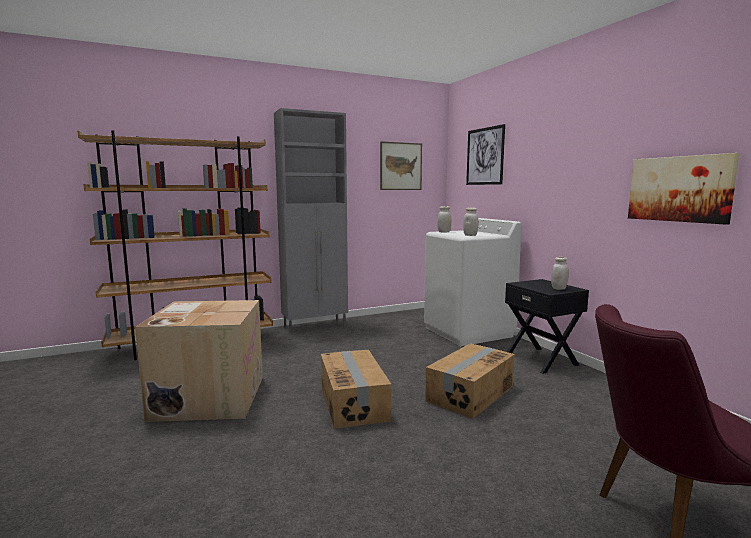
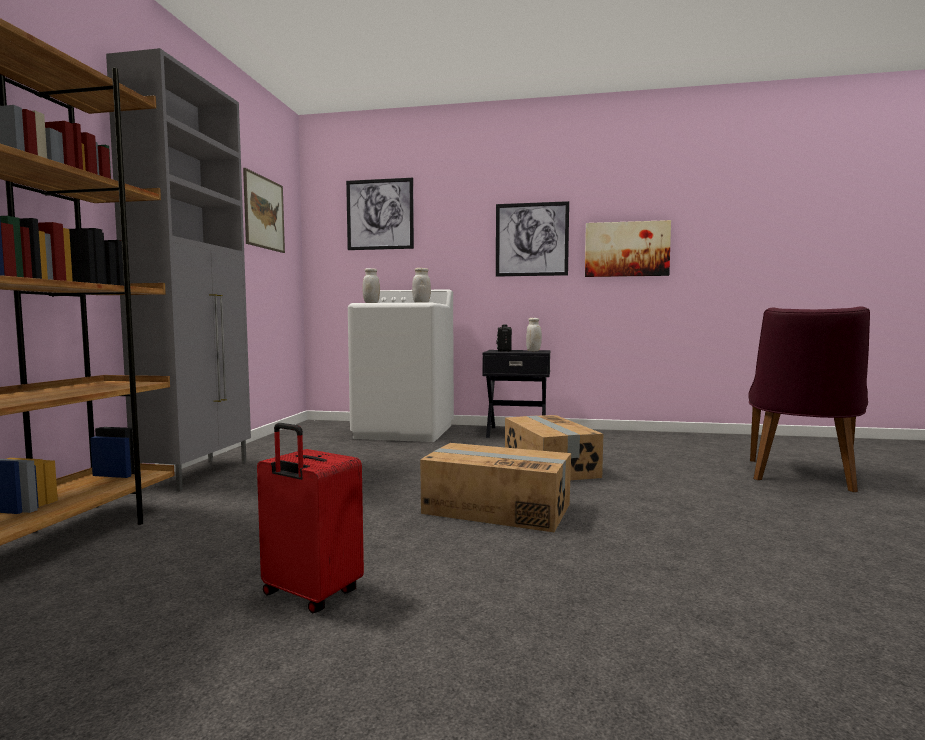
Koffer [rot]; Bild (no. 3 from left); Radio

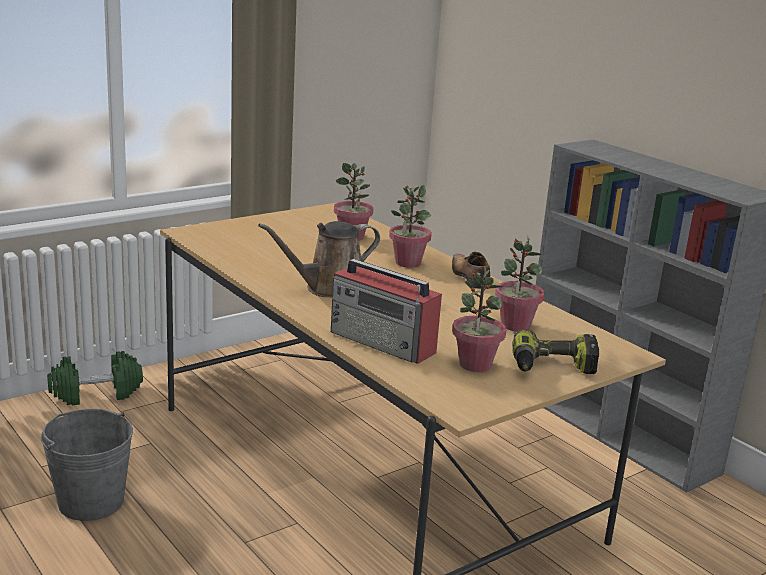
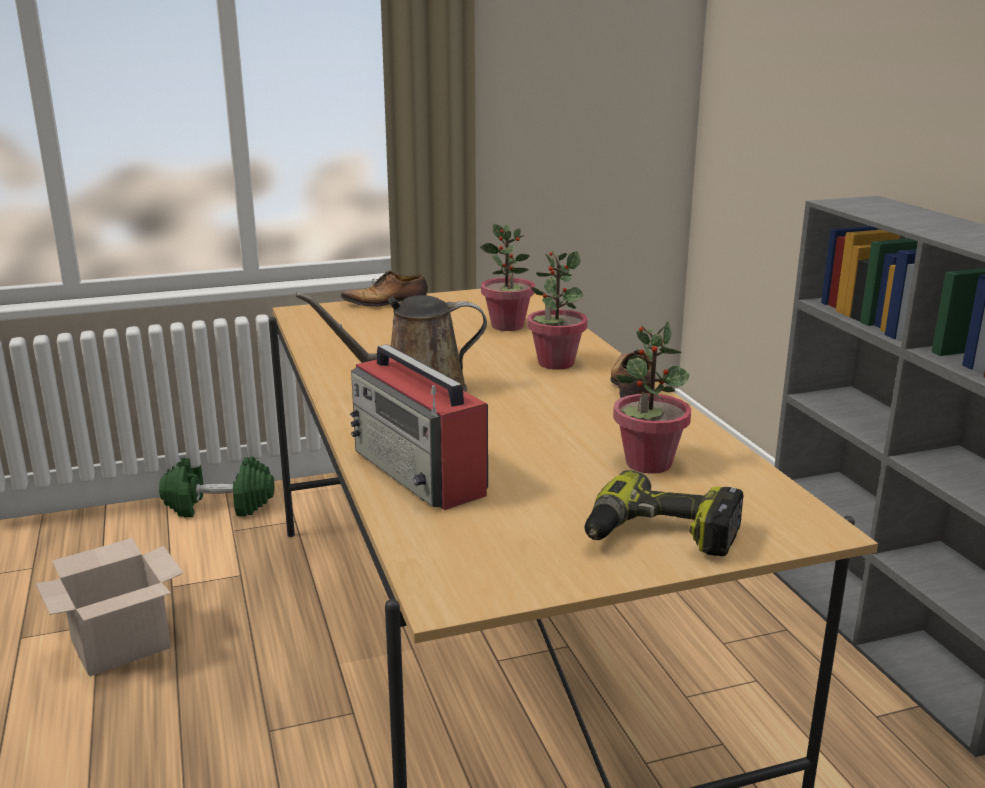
Karton; Schuh (no. 1 from left); Topfpflanze (no. 3 from left in the first image)

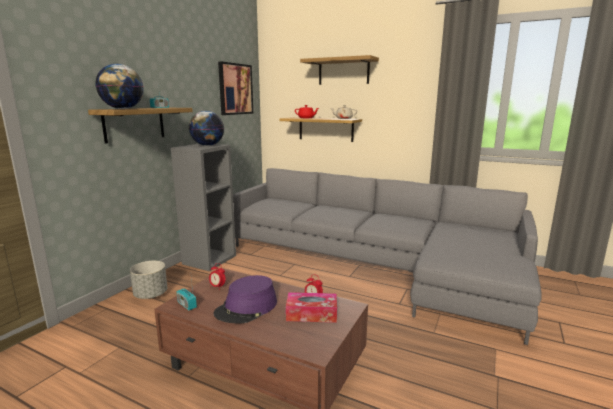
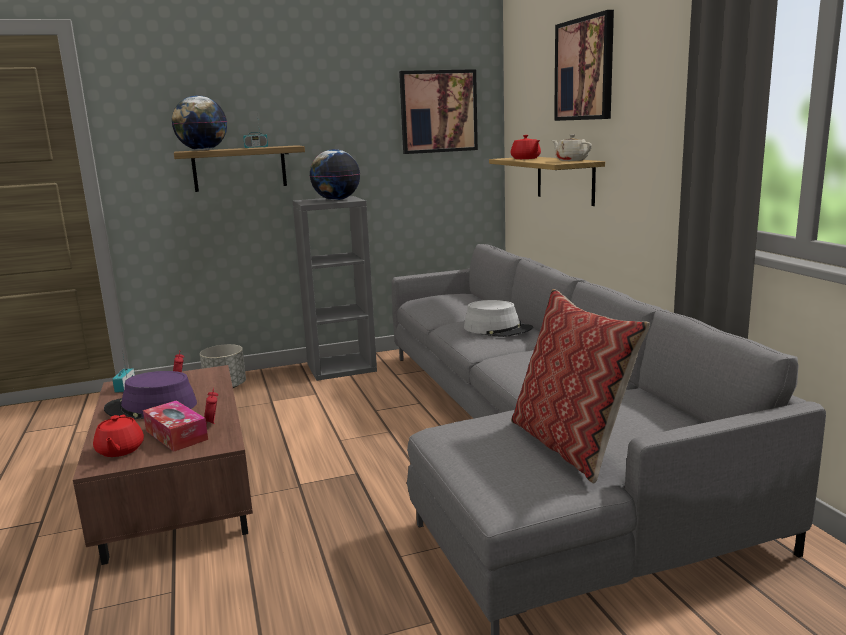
Teekanne [rot] (no. 1 from left); Hut [grau]; Kissen; Bild (no. 2 from left)

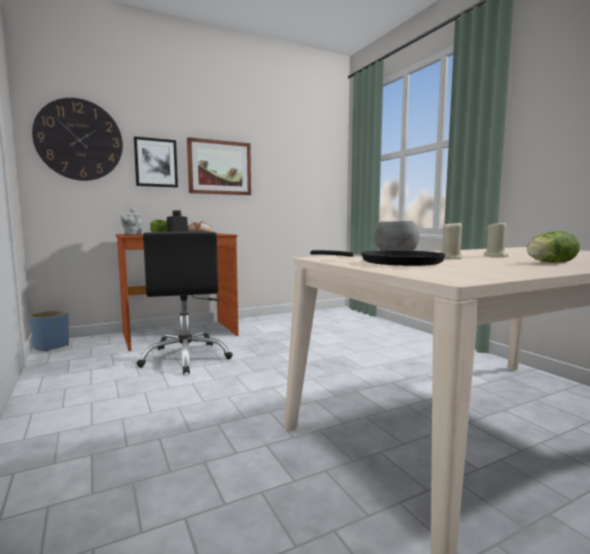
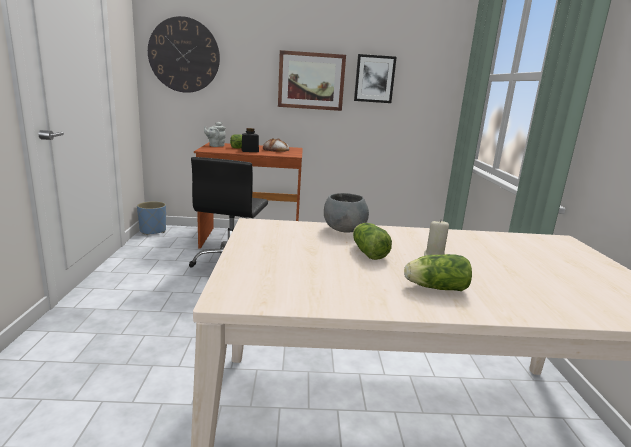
Salatkopf (no. 2 from left); Bild (no. 2 from left); Pfanne [schwarz]

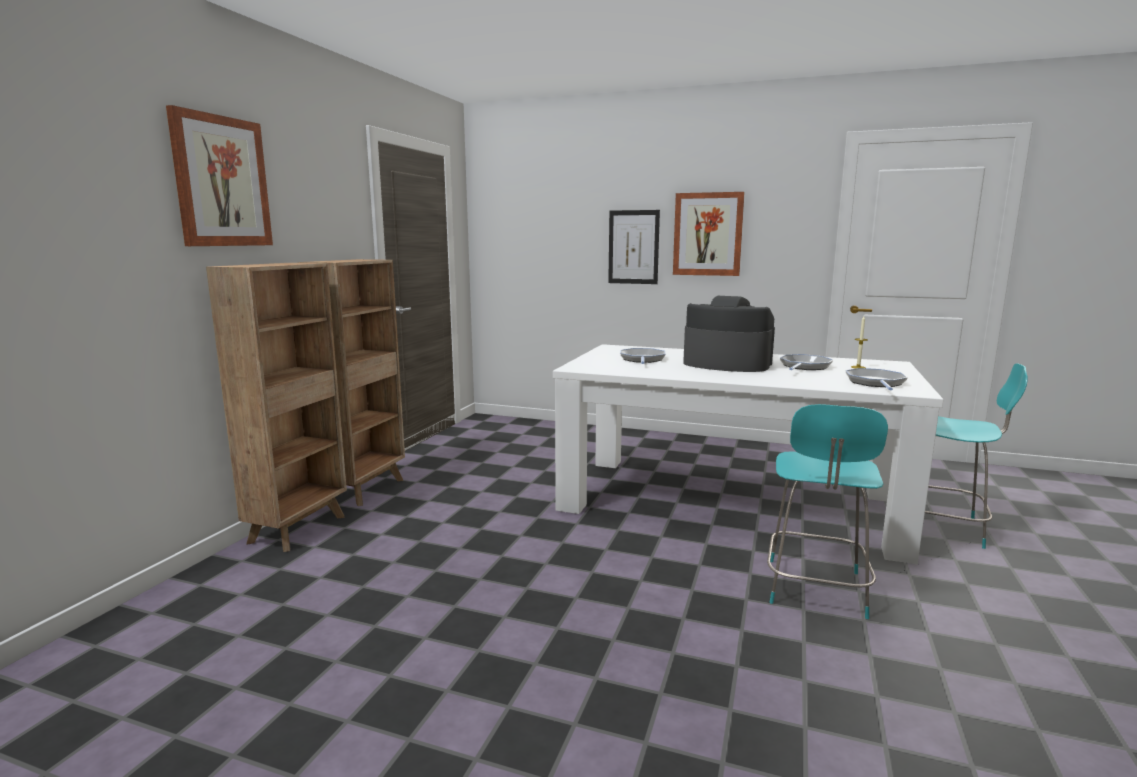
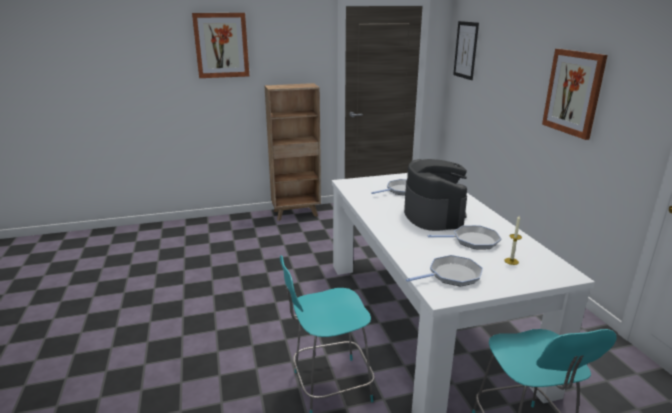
Bild (no. 2 from left); Bücherregal [braun] (no. 1 from left in the first image)

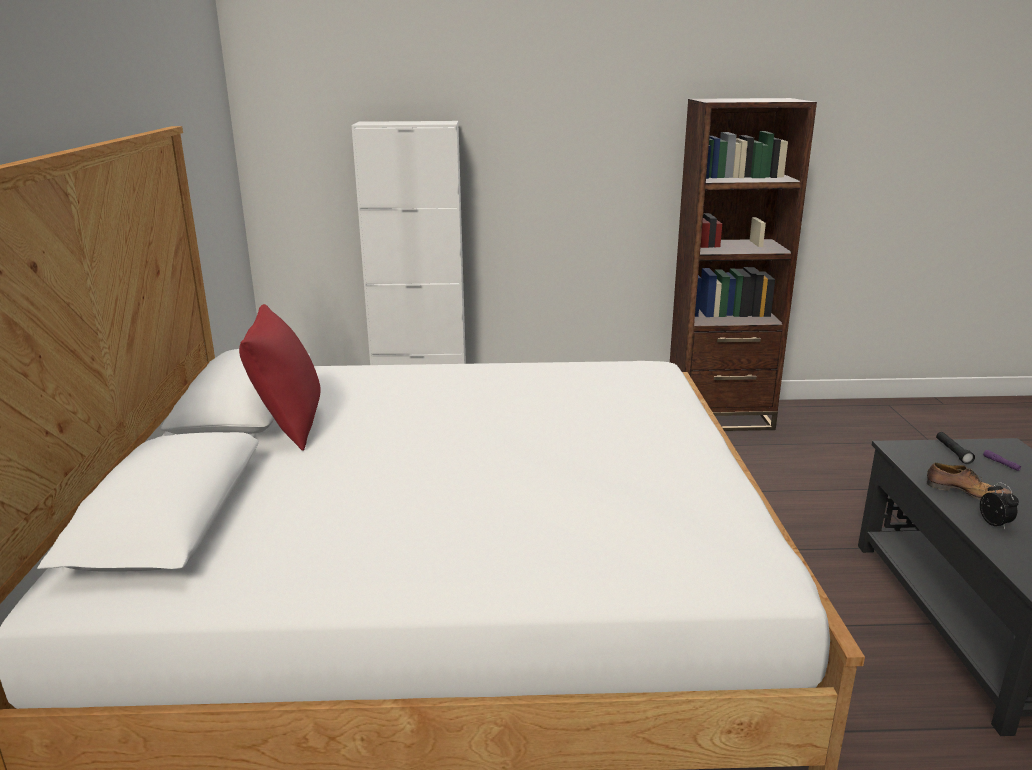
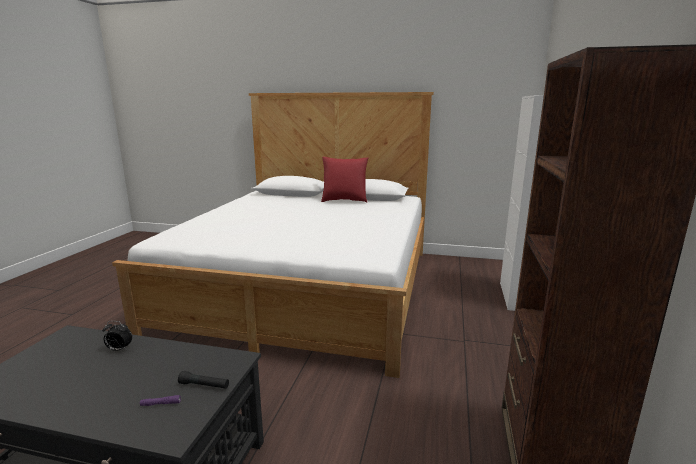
Schuh

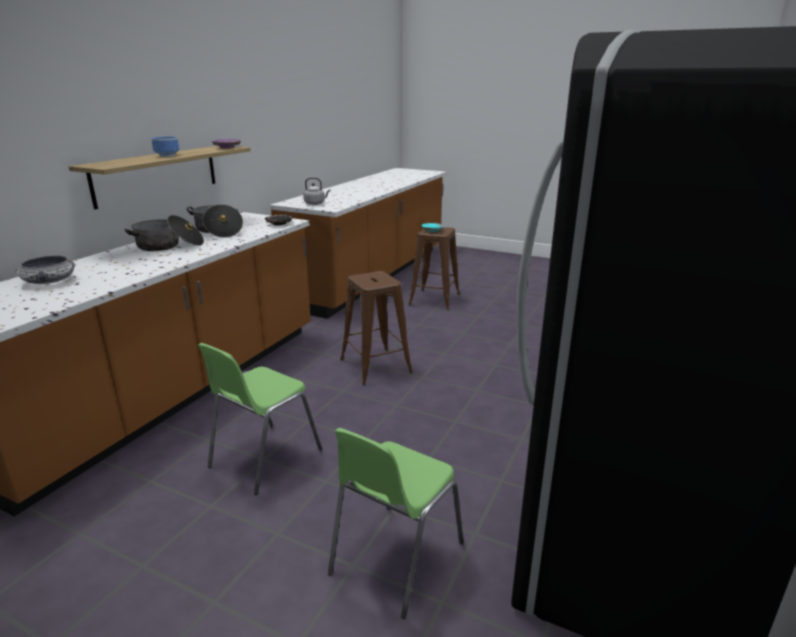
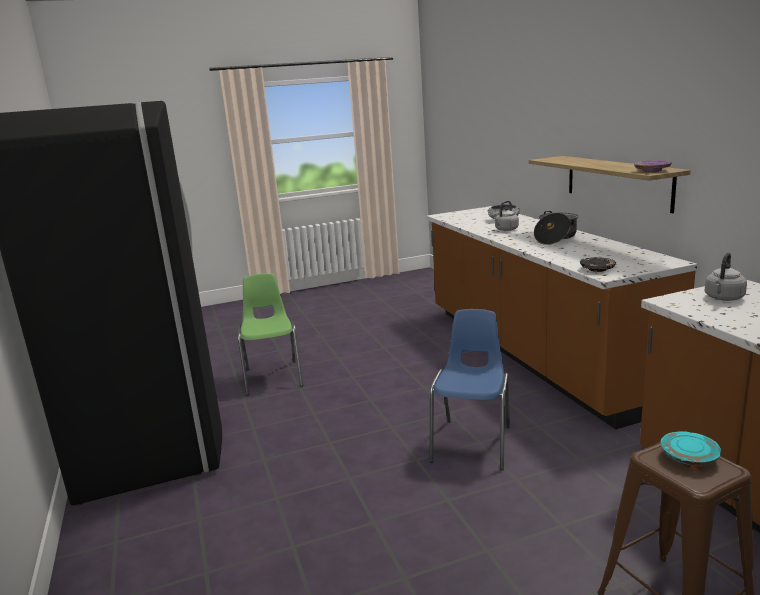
Stuhl [blau]; Wasserkessel [grau] (no. 1 from left); Schüssel (no. 2 from left in the first image); Kochtopf (no. 2 from left in the first image); Stuhl [grün] (no. 1 from left in the first image)

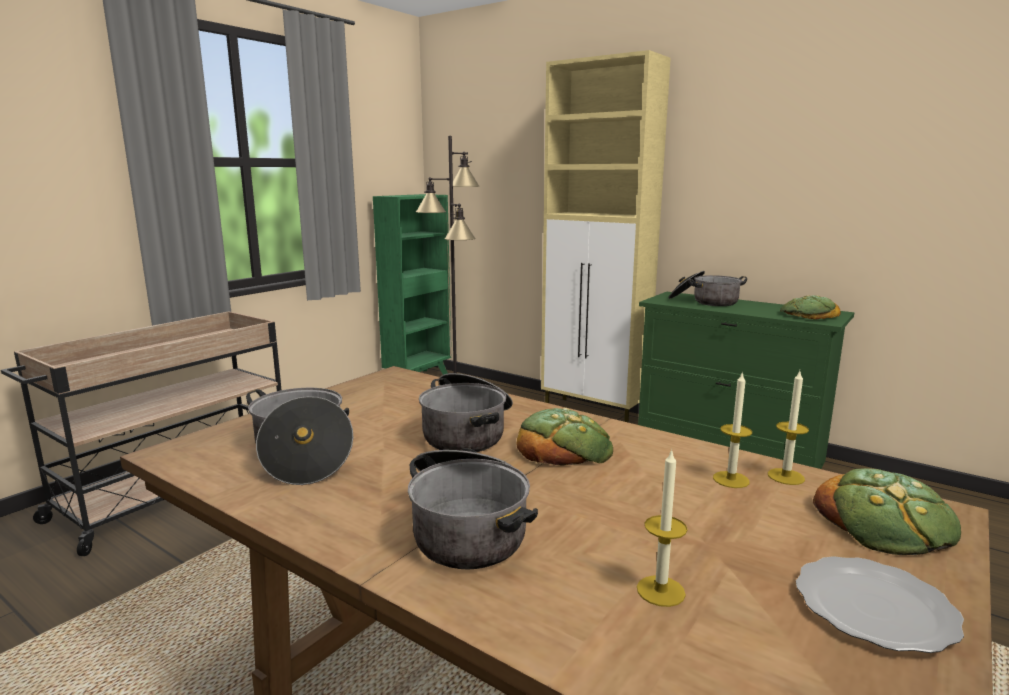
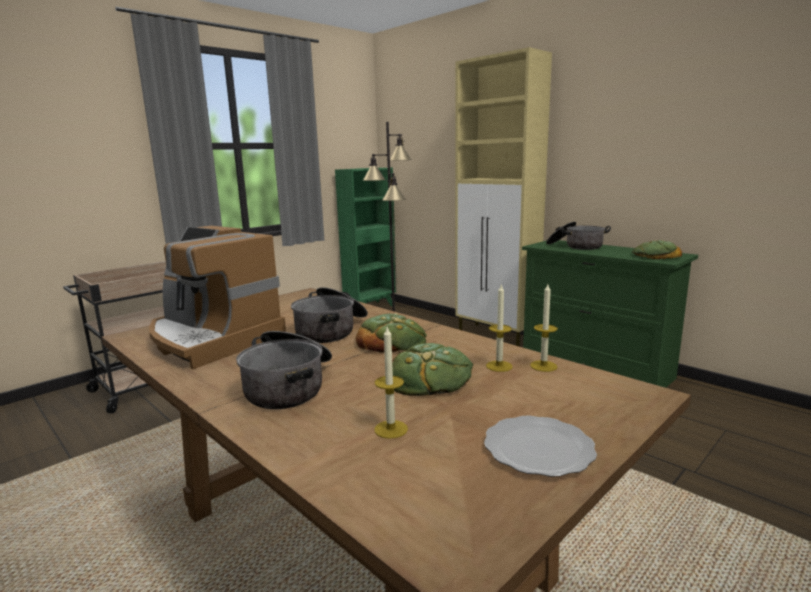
Kaffeemaschine; Brot (no. 2 from left)

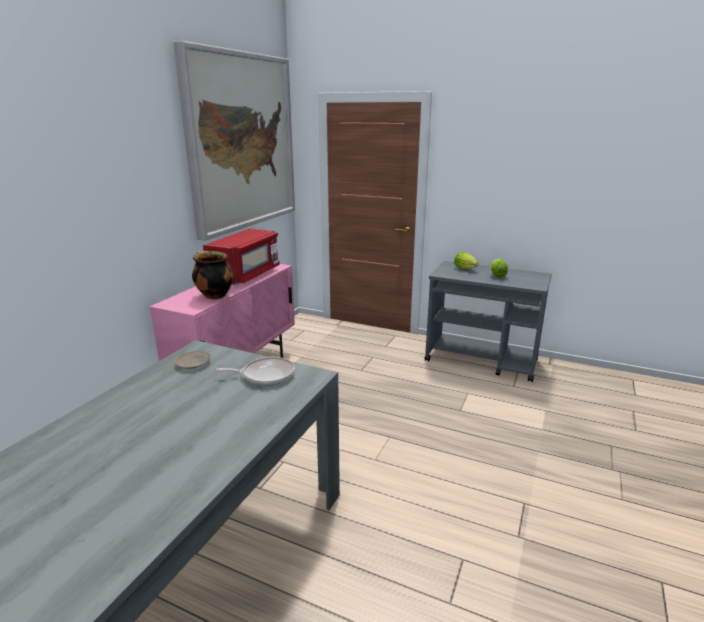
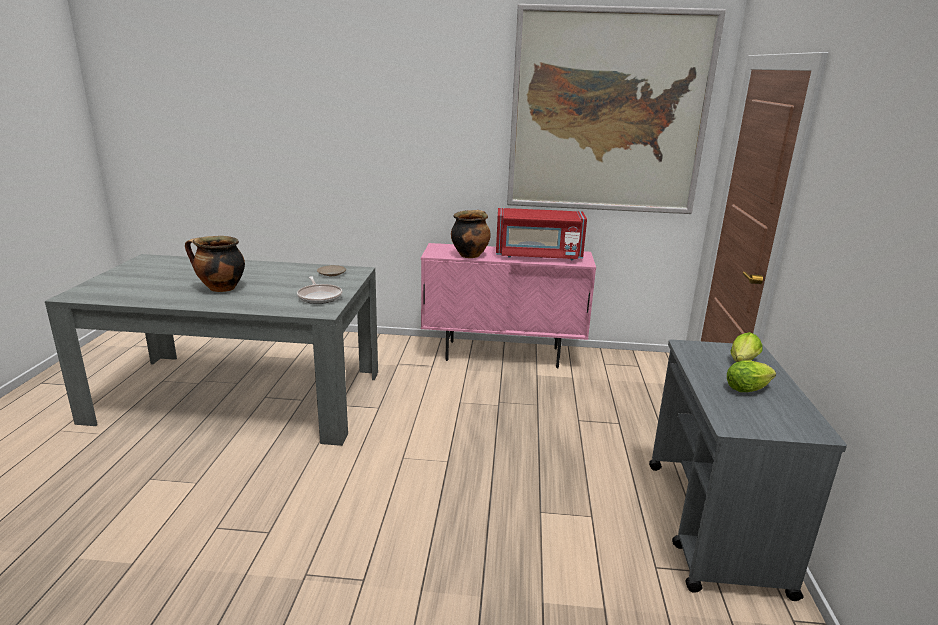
Kochtopf (no. 1 from left)

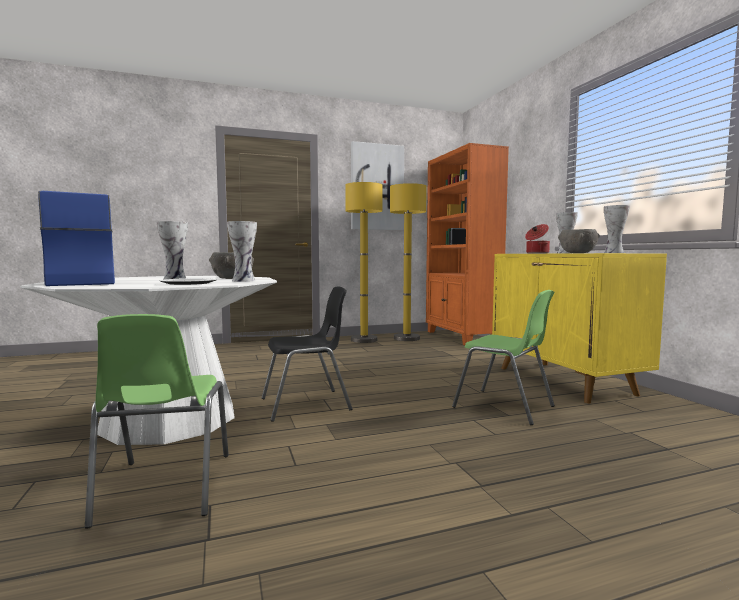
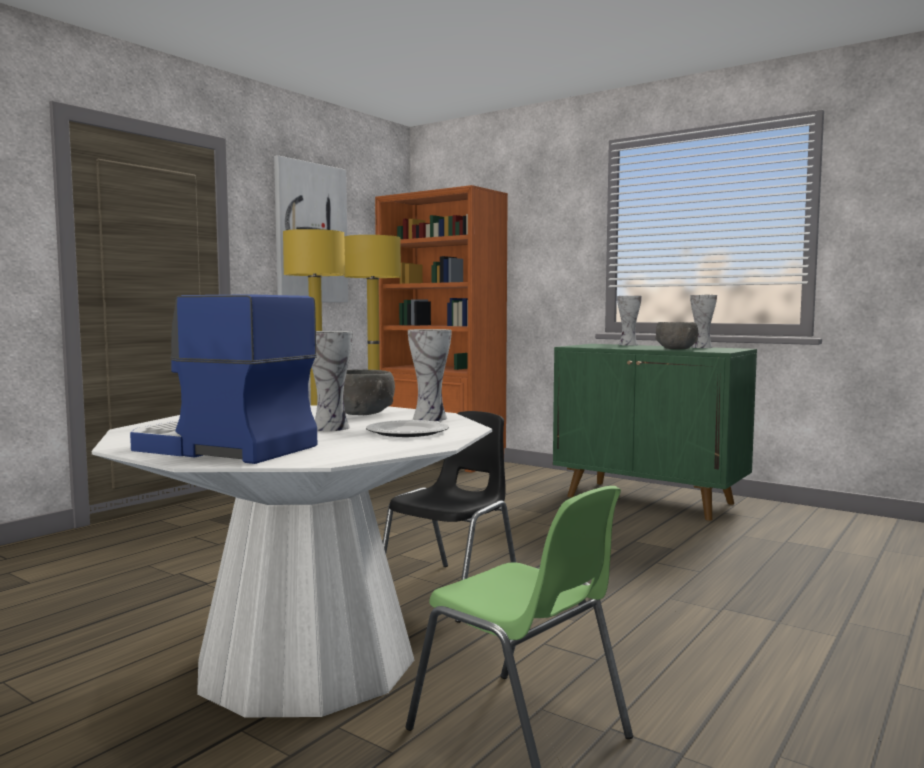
Schrank [grün]; Stuhl [grün] (no. 2 from left in the first image); Kochtopf

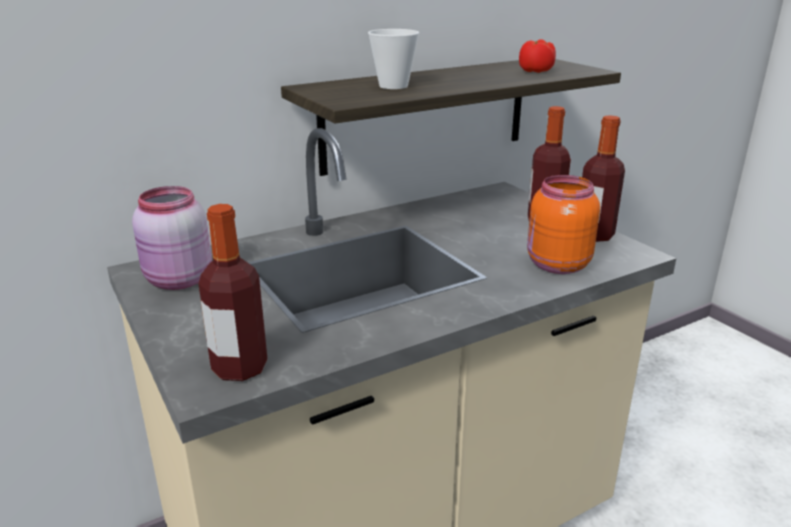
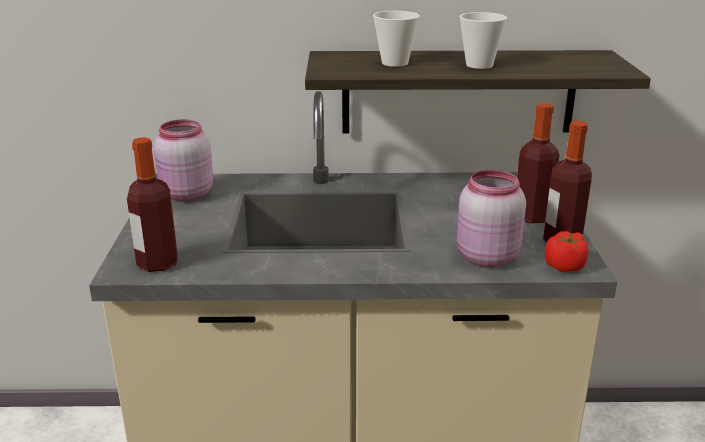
Vorratsglas [rosa] (no. 2 from left); Tasse (no. 2 from left); Tomate

